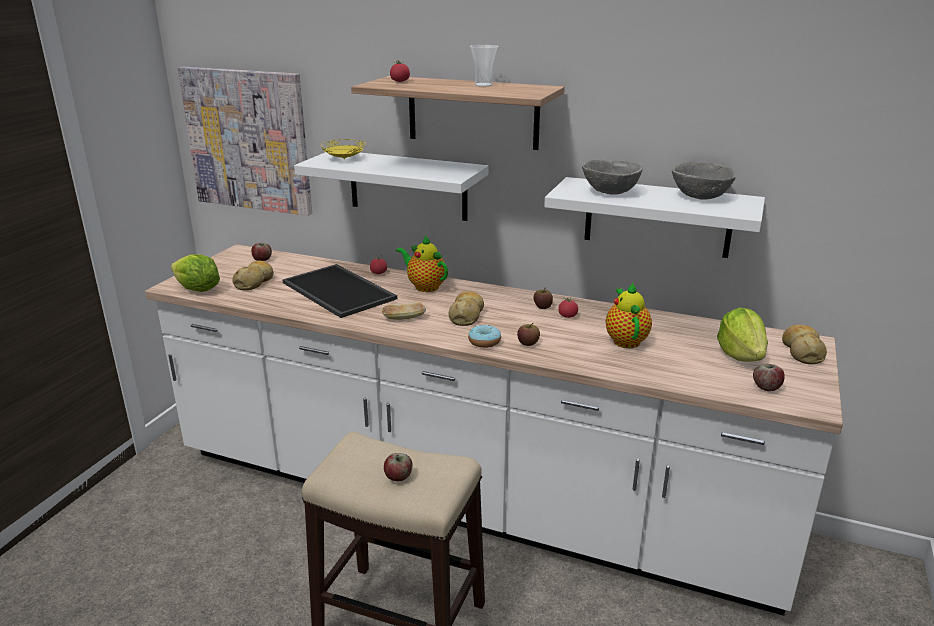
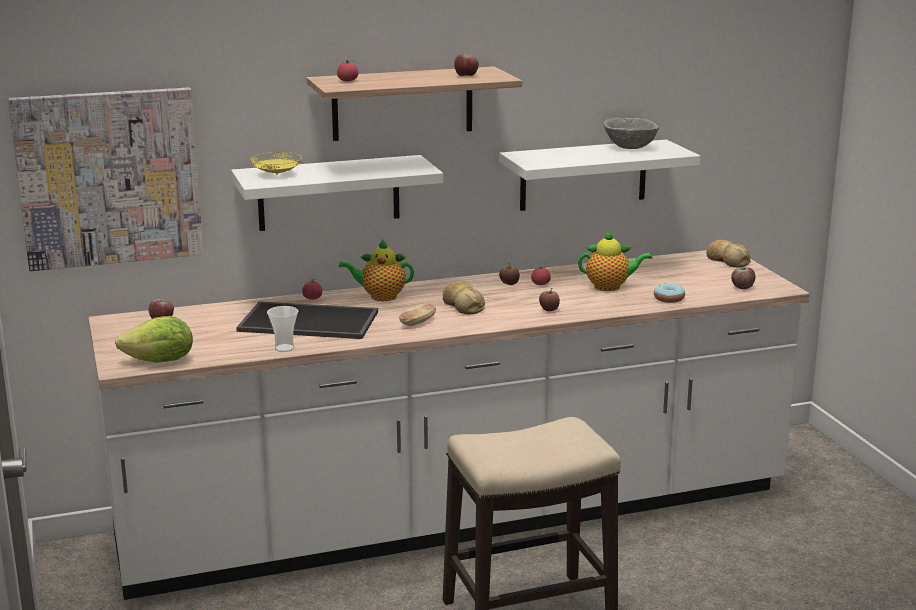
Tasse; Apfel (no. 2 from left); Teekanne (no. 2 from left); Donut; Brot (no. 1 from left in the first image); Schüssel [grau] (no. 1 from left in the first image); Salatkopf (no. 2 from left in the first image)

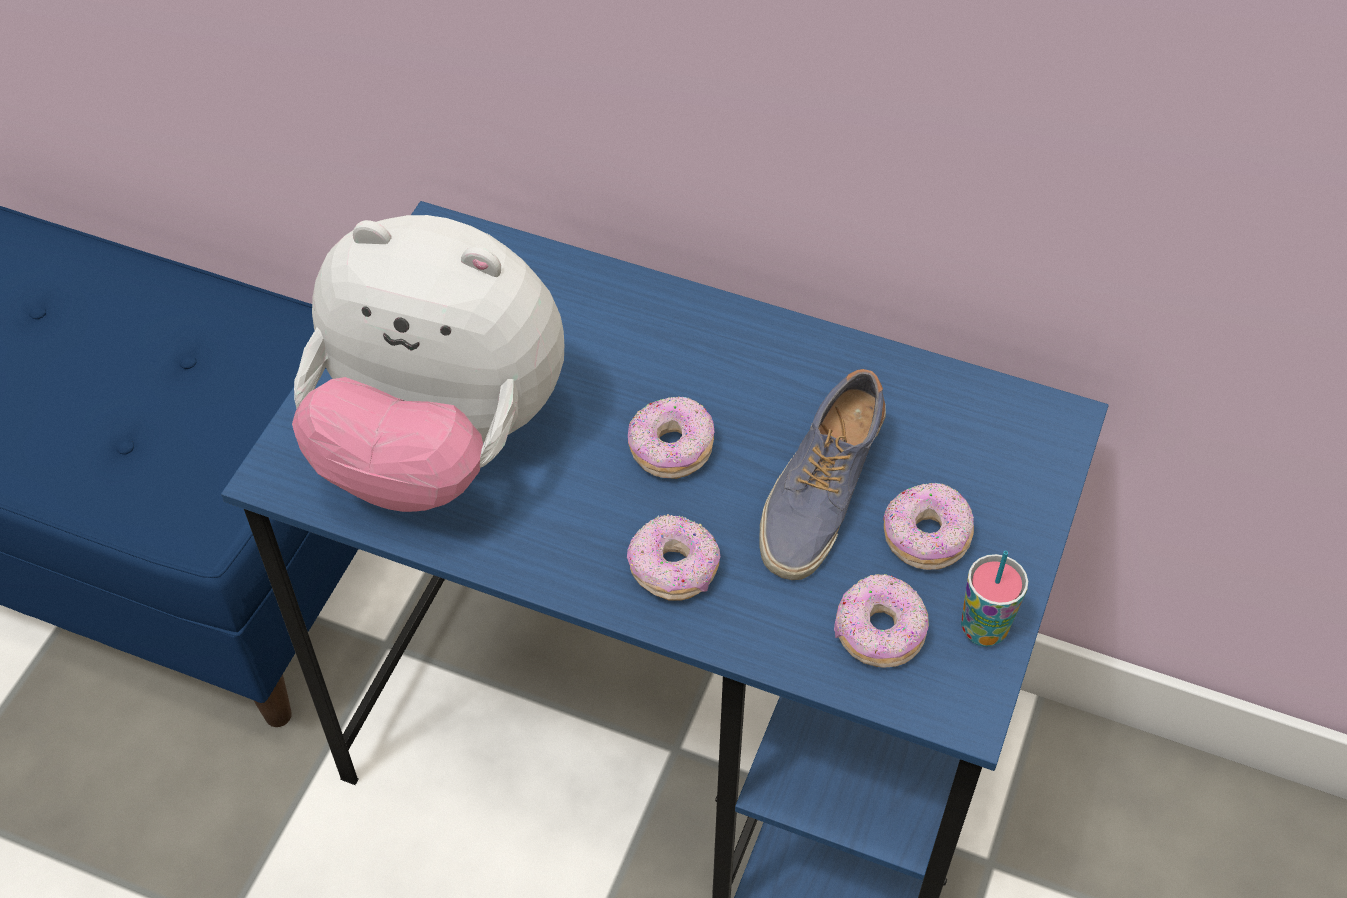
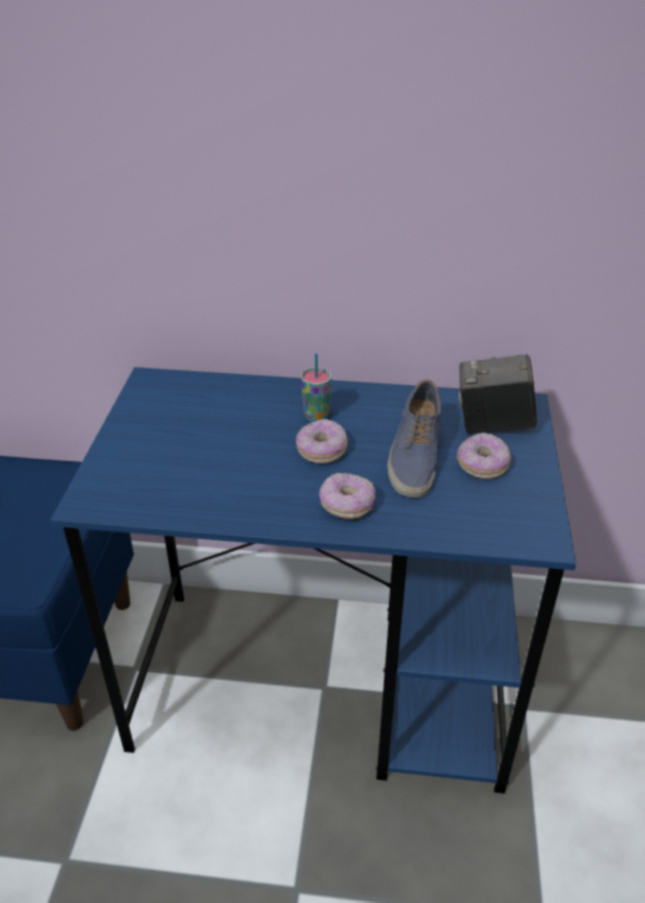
Tasse; Kamera; Plüschtier; Donut (no. 3 from left in the first image)

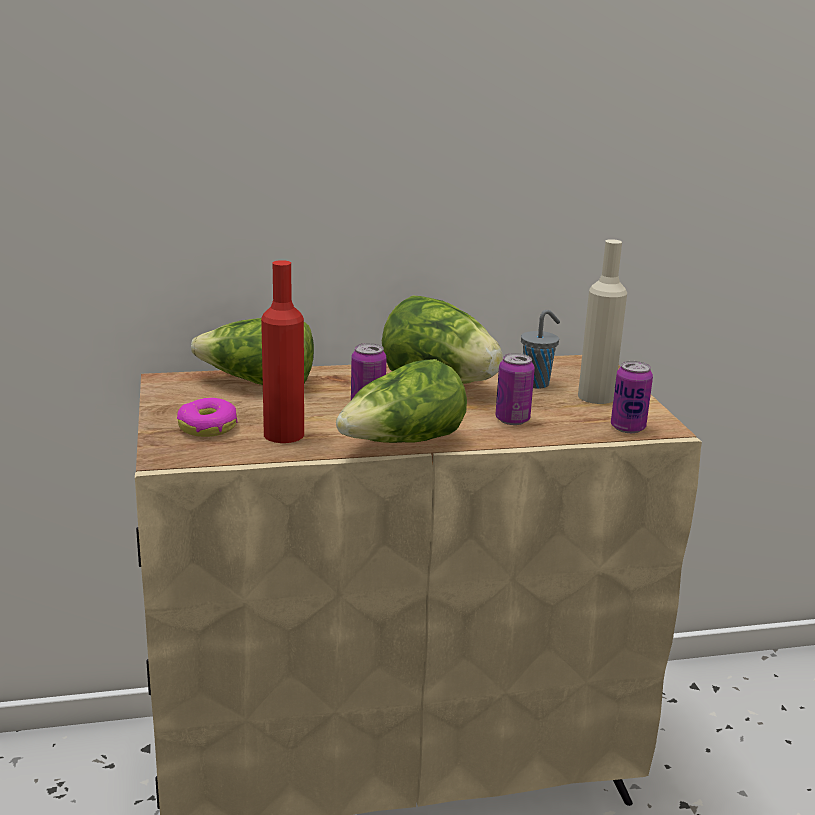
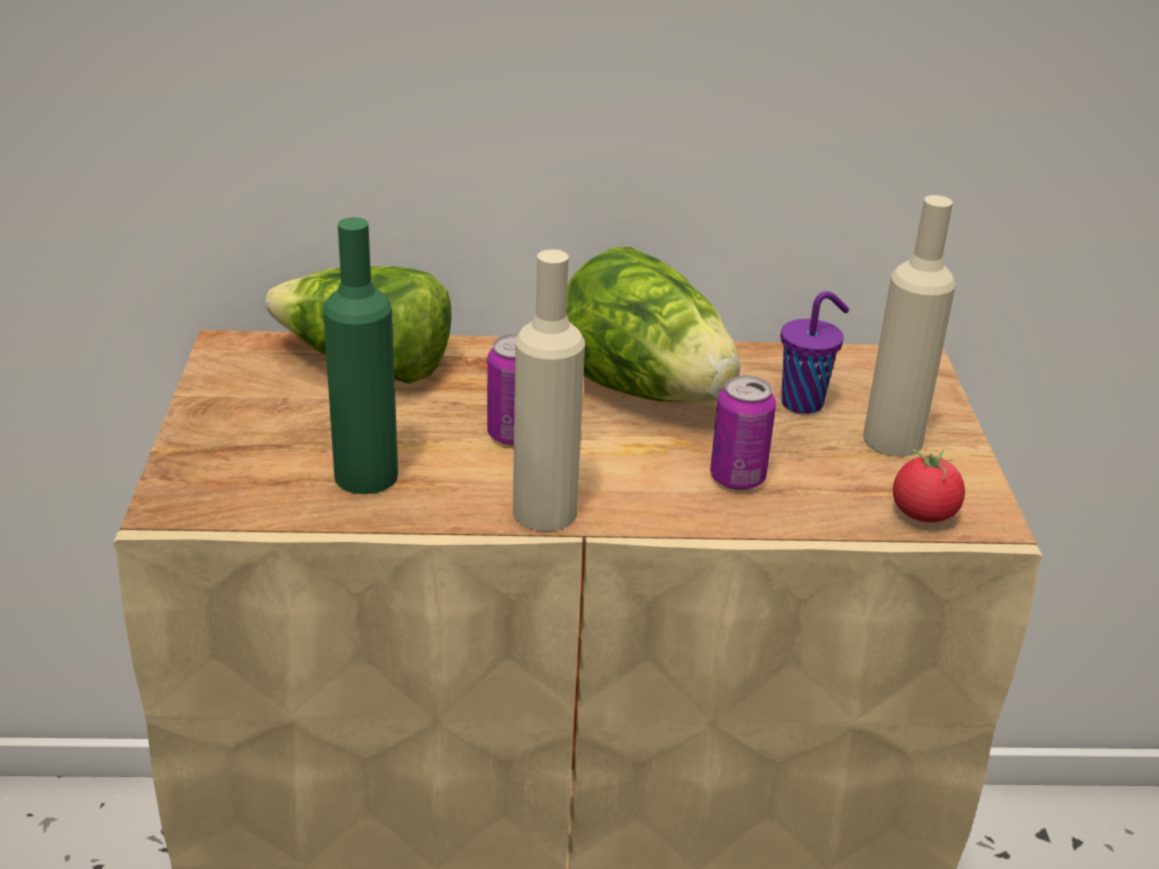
Flasche [grün]; Flasche [beige] (no. 1 from left); Tasse [lila]; Tomate; Donut

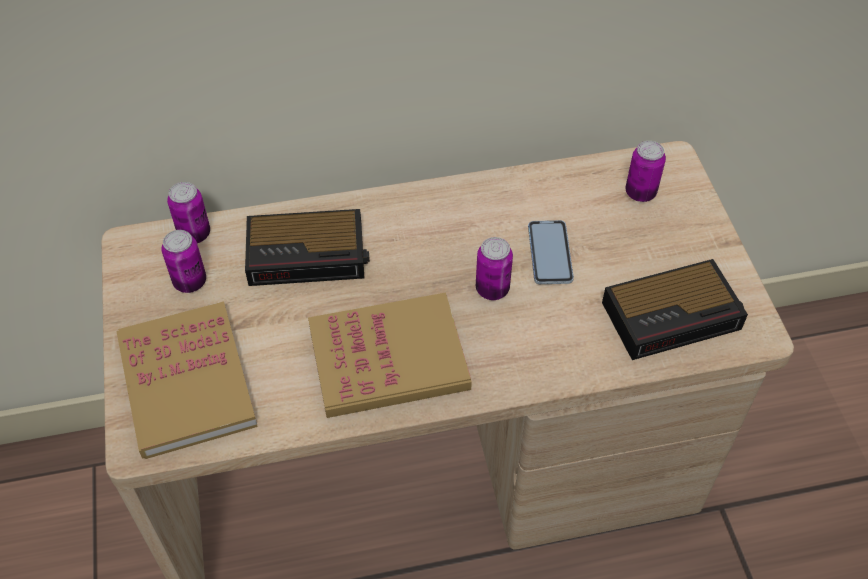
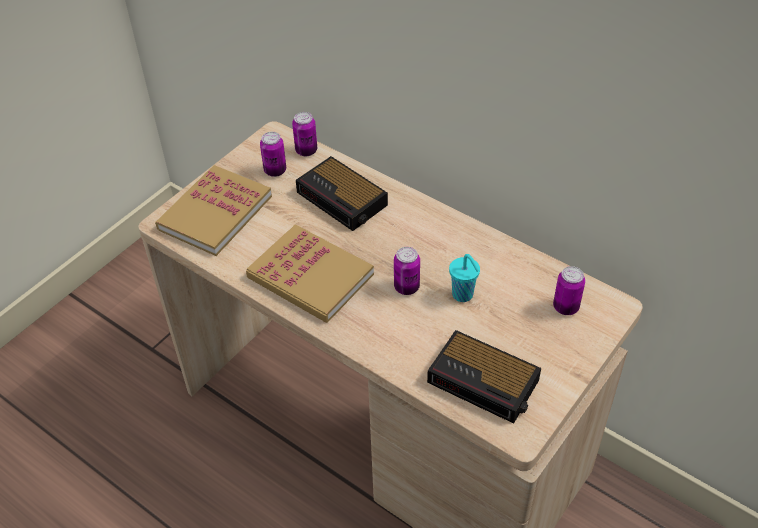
Tasse [türkis]

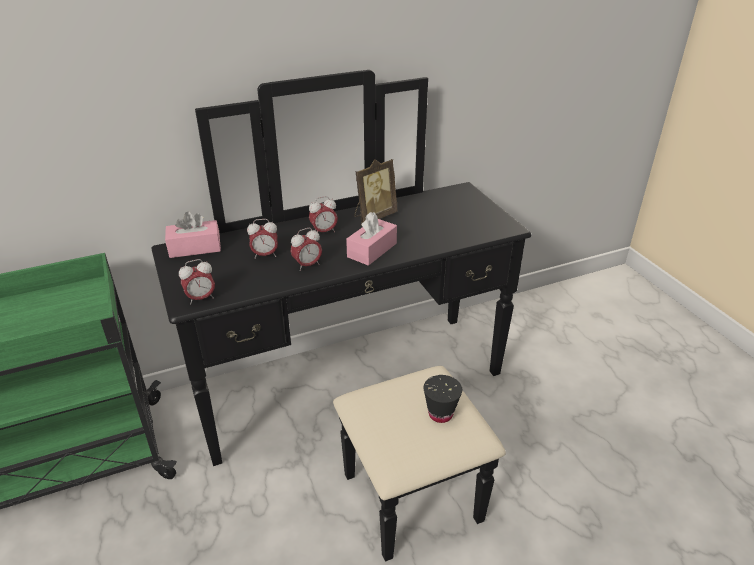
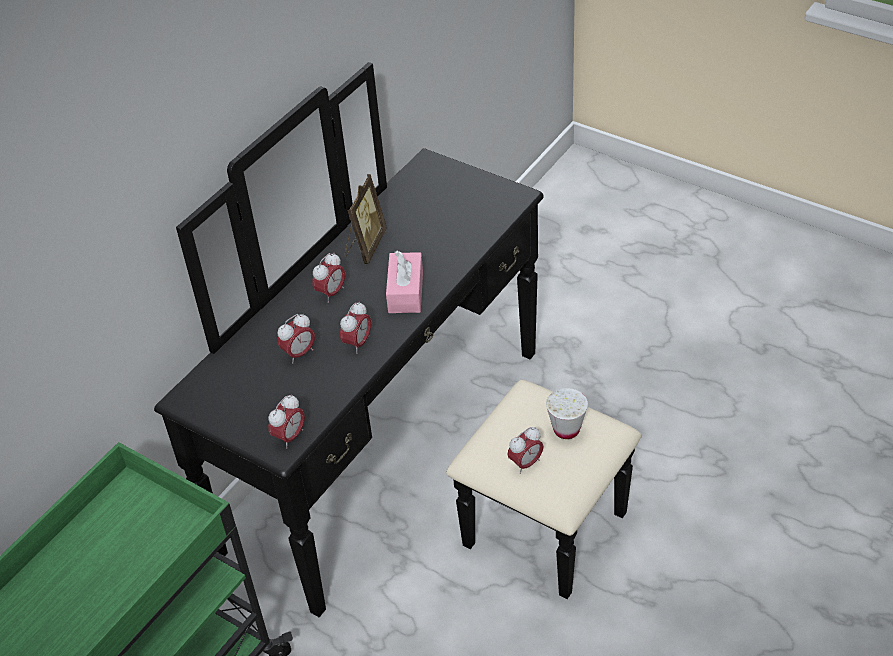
Wecker (no. 5 from left); Tasse [weiß]; Taschentuchbox [rosa] (no. 1 from left in the first image)

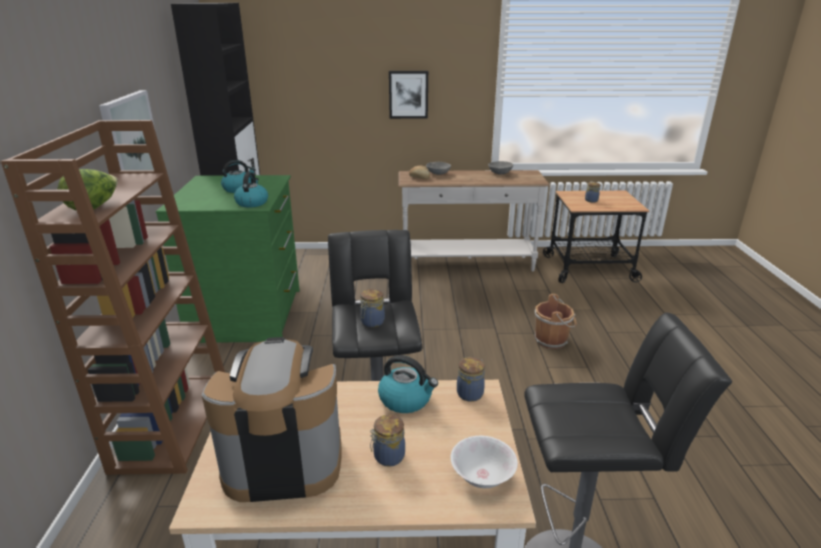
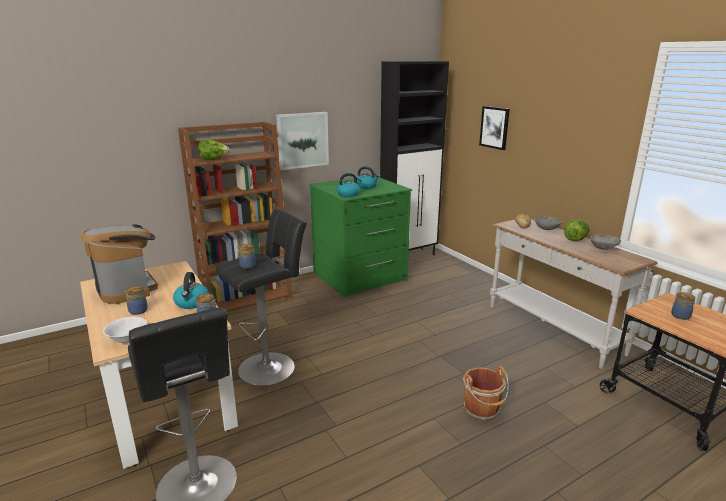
Bild (no. 2 from left); Salatkopf (no. 2 from left)

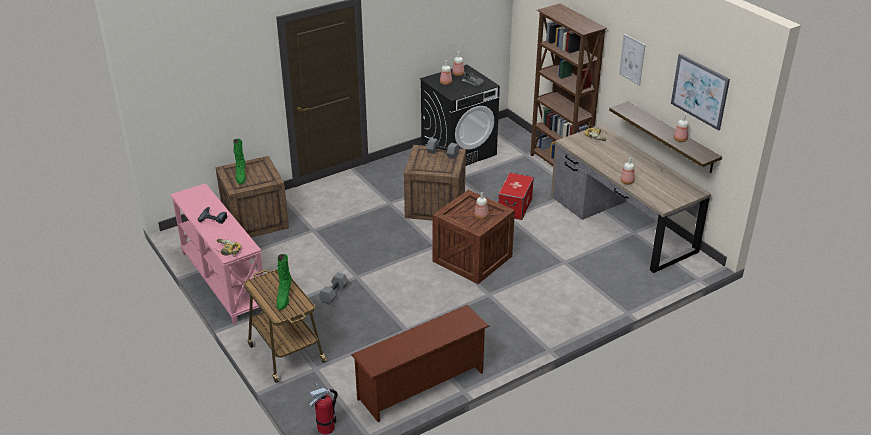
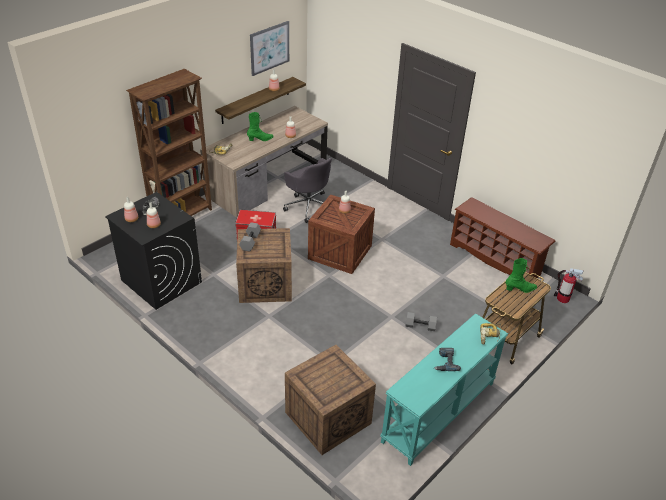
Stiefel [grün] (no. 1 from left); Bürostuhl [grau]; Konsolentisch [türkis]; Bild (no. 1 from left in the first image)

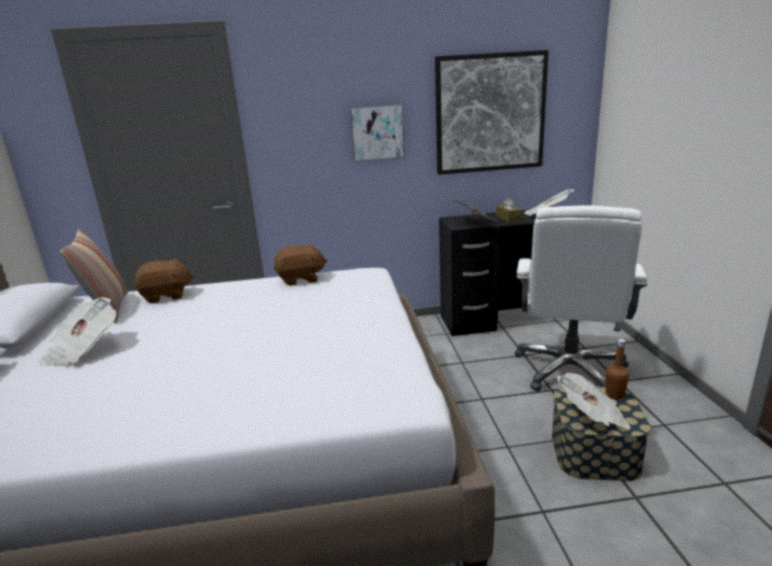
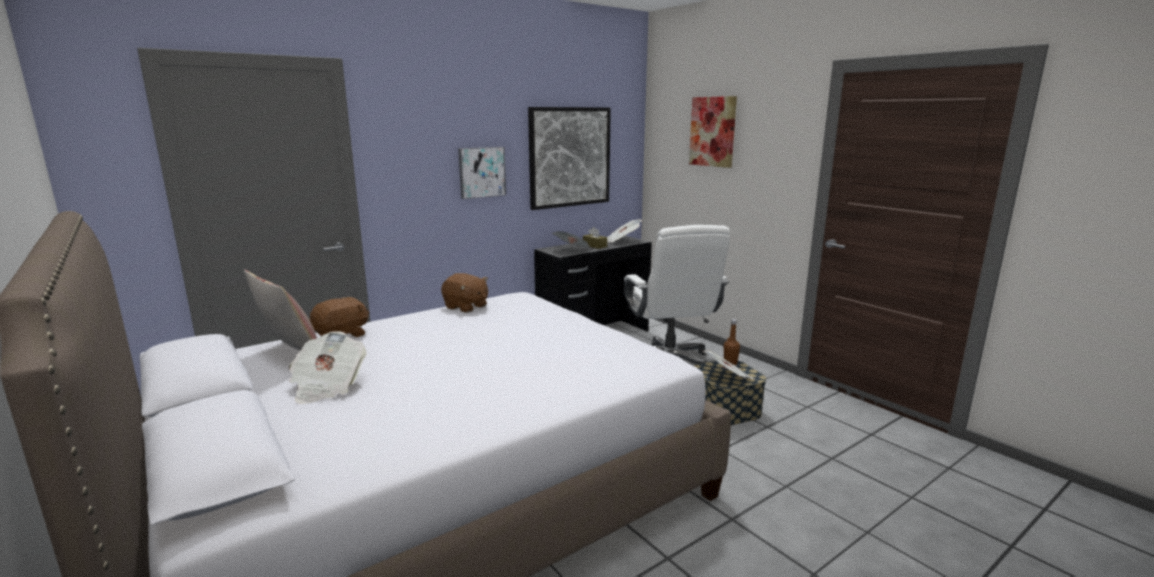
Plüschtier [braun] (no. 2 from left); Bild (no. 3 from left)

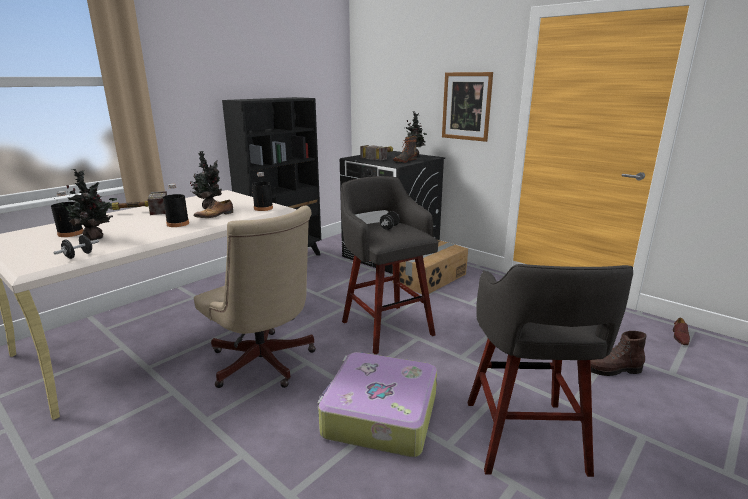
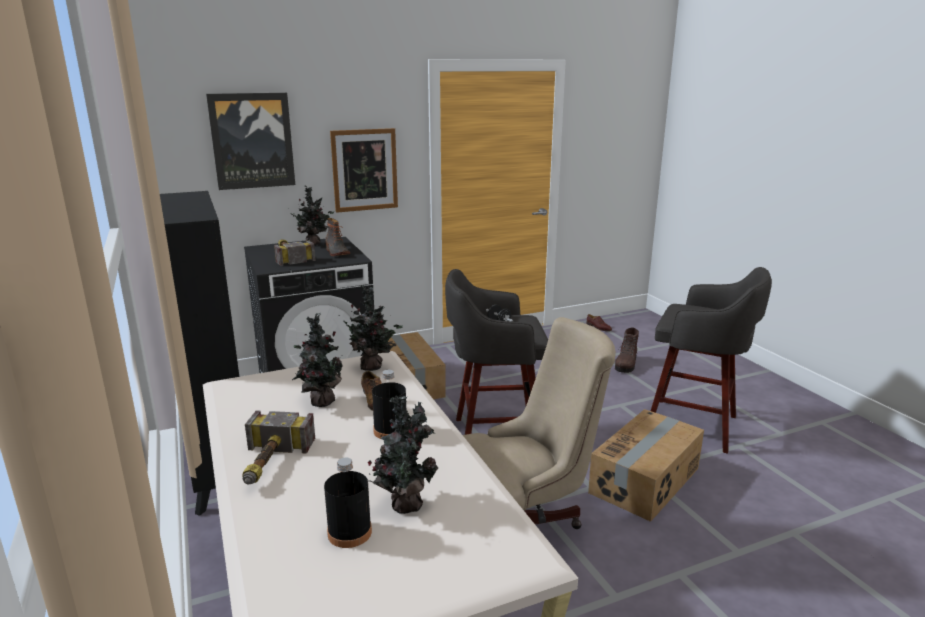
Bild (no. 1 from left); Topfpflanze (no. 3 from left); Karton (no. 2 from left); Hantel [schwarz] (no. 1 from left in the first image)

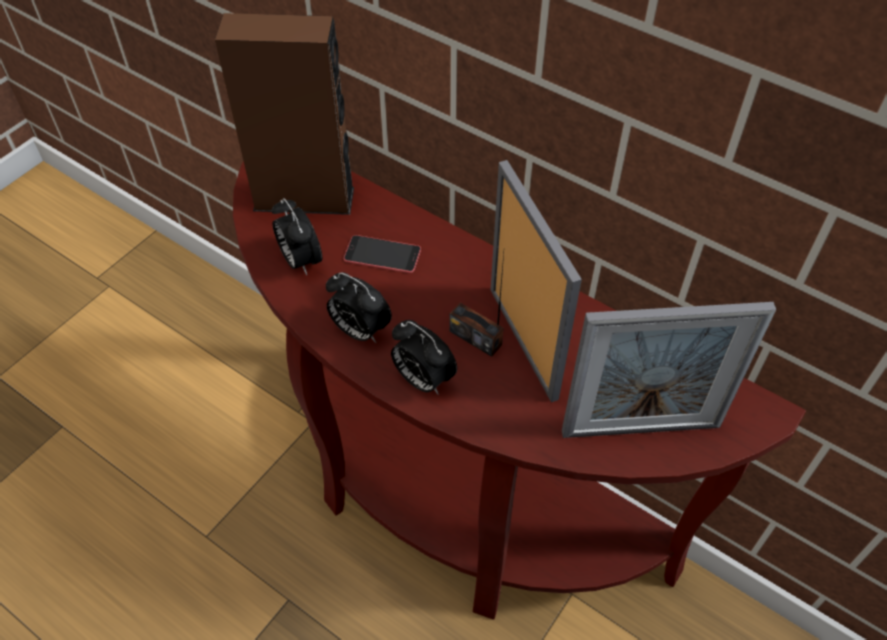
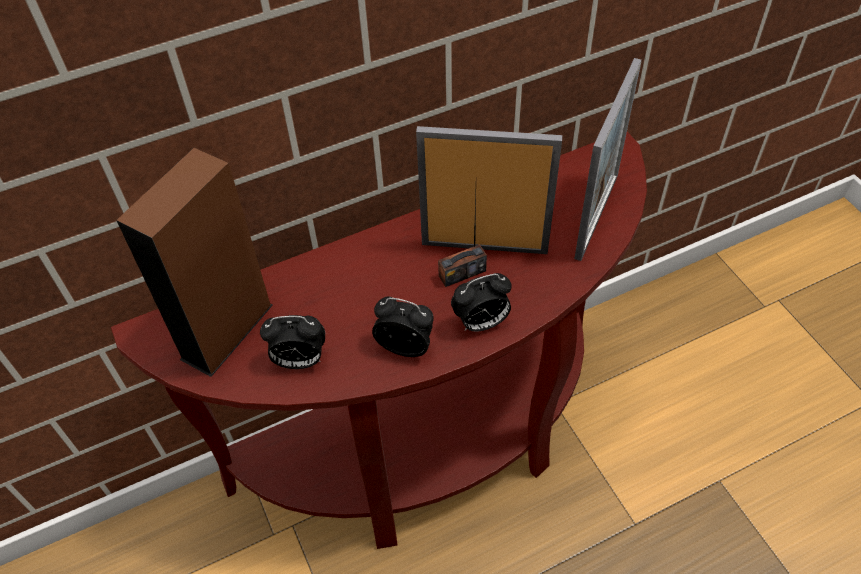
Wecker (no. 2 from left); Handy

